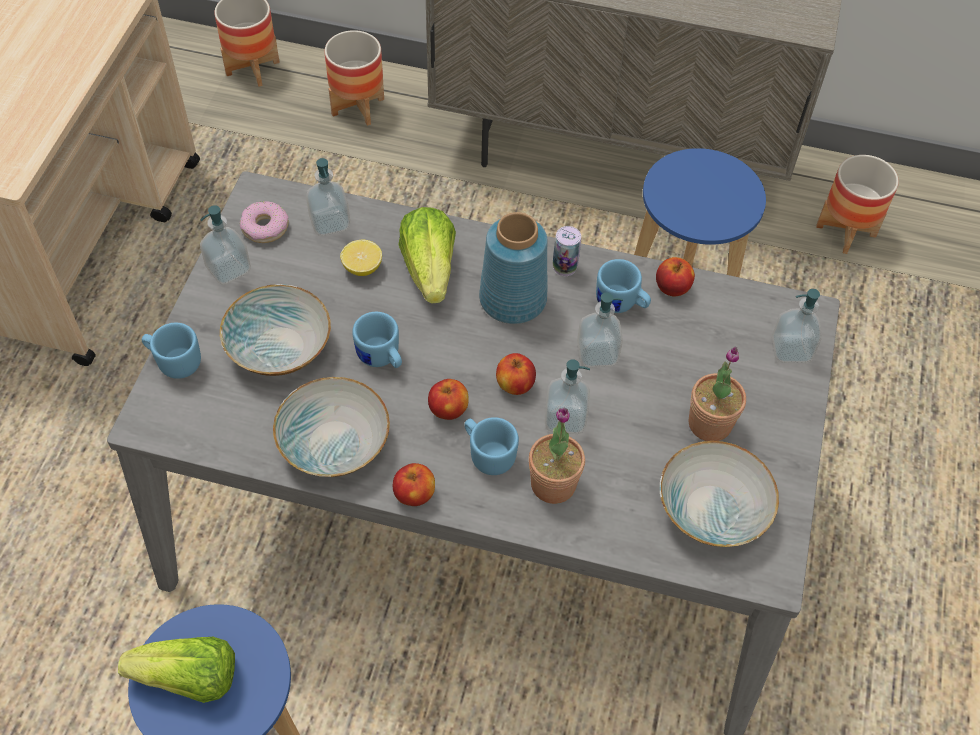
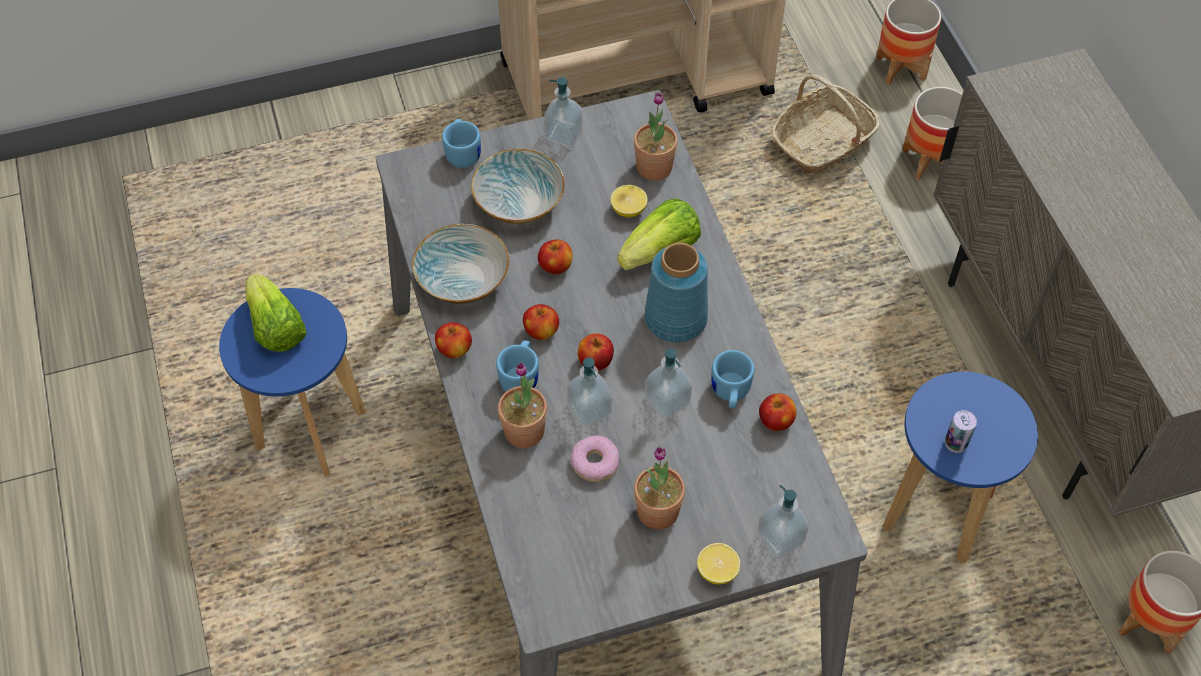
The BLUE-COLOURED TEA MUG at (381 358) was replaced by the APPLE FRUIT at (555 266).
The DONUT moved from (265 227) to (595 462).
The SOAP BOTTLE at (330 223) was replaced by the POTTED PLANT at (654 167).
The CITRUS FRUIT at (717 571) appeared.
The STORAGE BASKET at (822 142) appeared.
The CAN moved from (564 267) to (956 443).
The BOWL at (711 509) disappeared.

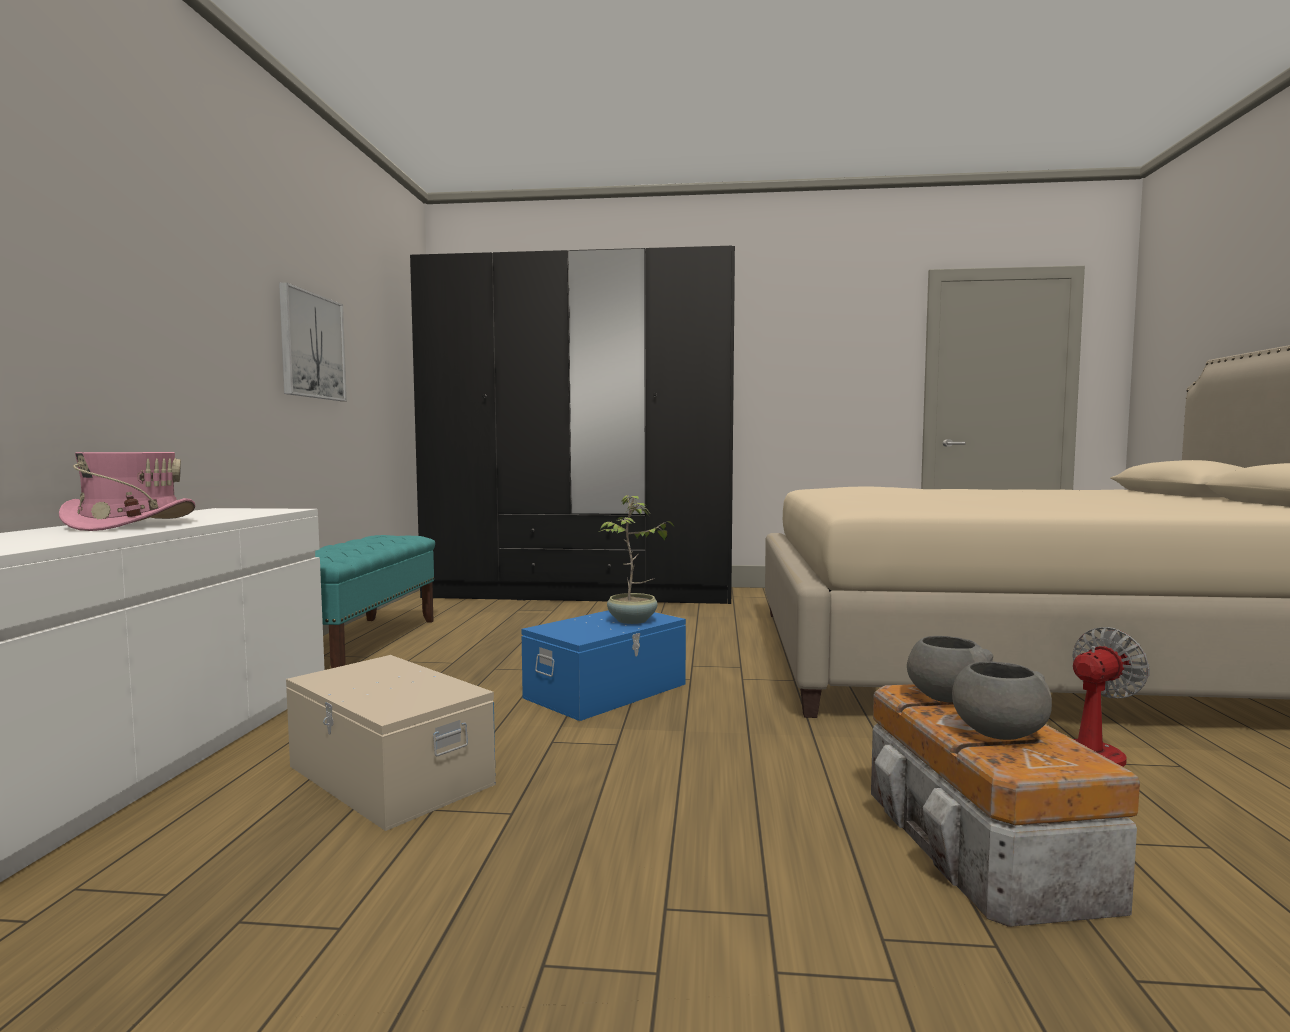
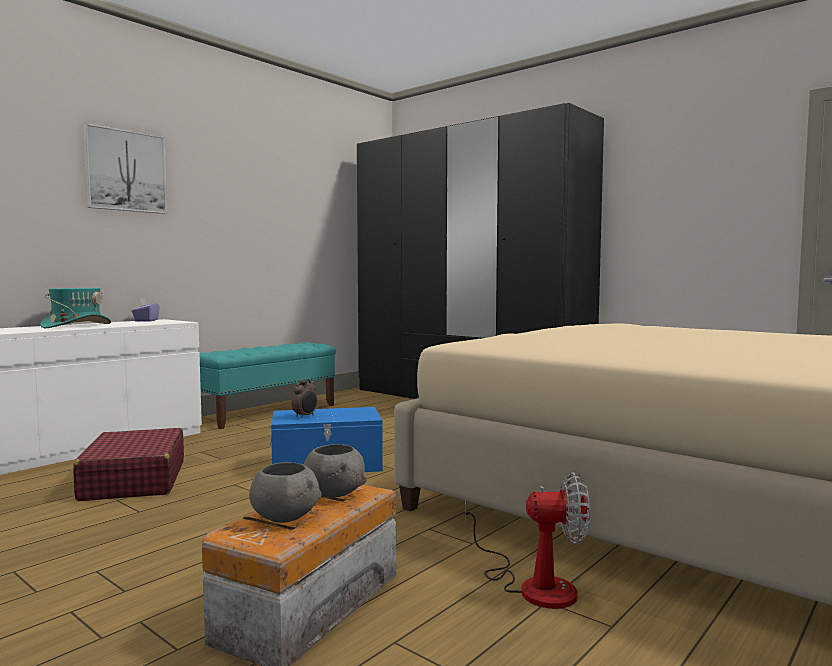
The PINK-COLOURED HAT at (131 524) became the TURQUOISE HAT at (76 326).
The BEIGE-COLOURED STORAGE BIN at (387 776) was replaced by the RED-COLOURED SUITCASE at (133 481).
The PICTURE moved from (311 346) to (126 171).
The PURPLE-COLOURED TISSUE HOLDER at (146 321) appeared.
The ALARM CLOCK at (305 416) appeared.
The POTTED PLANT at (633 621) disappeared.

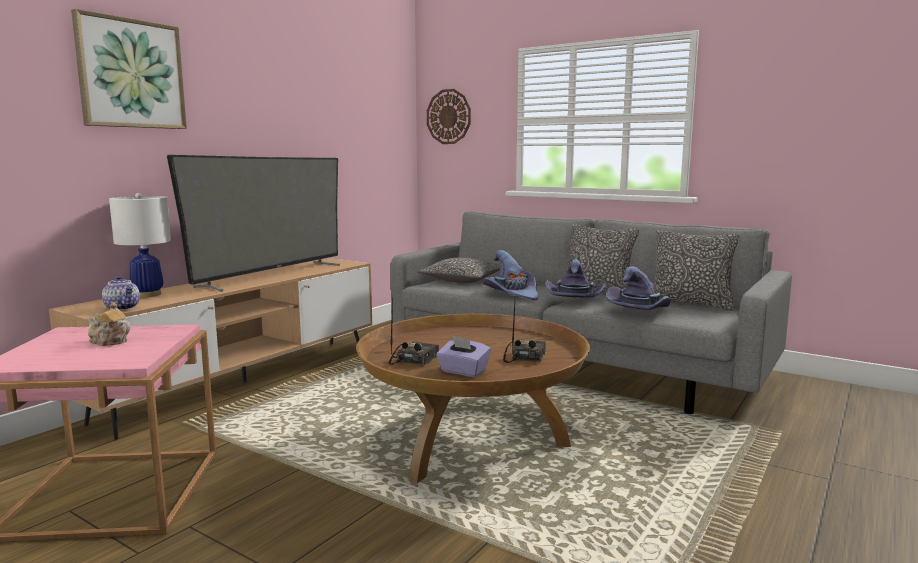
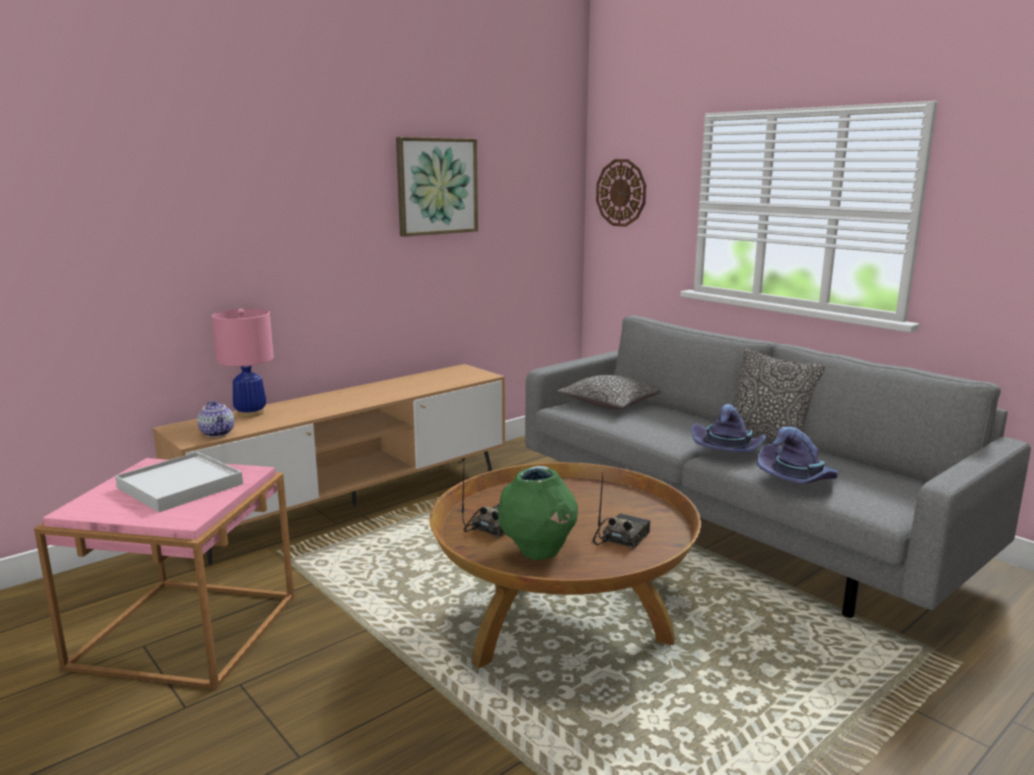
The POT FOR TEA at (108 342) was replaced by the WHITE-COLOURED SERVING TRAY at (180 486).
The WHITE-COLOURED TABLE LAMP at (148 294) became the PINK-COLOURED TABLE LAMP at (251 413).
The PICTURE moved from (131 74) to (436 186).
The PURPLE-COLOURED TISSUE HOLDER at (463 371) was replaced by the GREENISH VASE at (538 552).
The TELEVISION at (272 275) disappeared.
The PURPLE-COLOURED HAT at (511 294) disappeared.
The PILLOW at (690 304) disappeared.

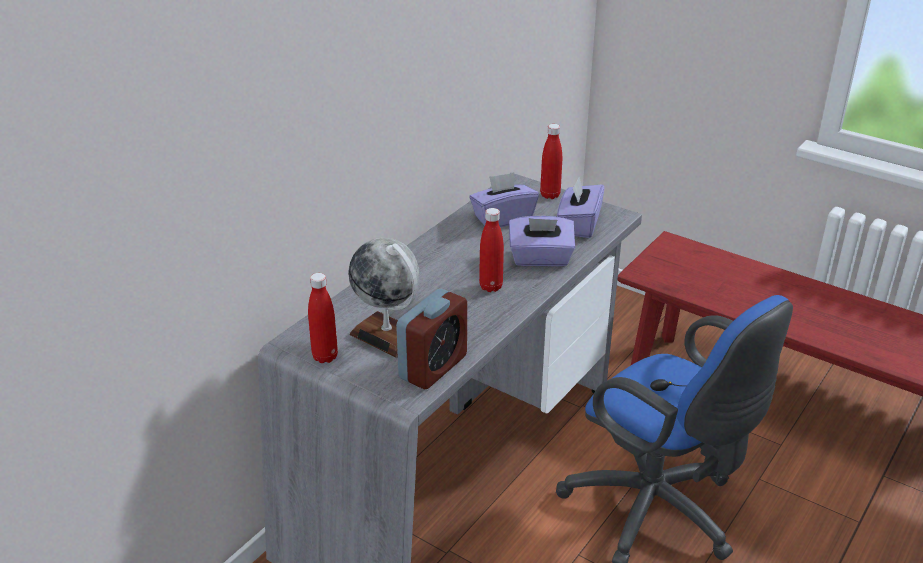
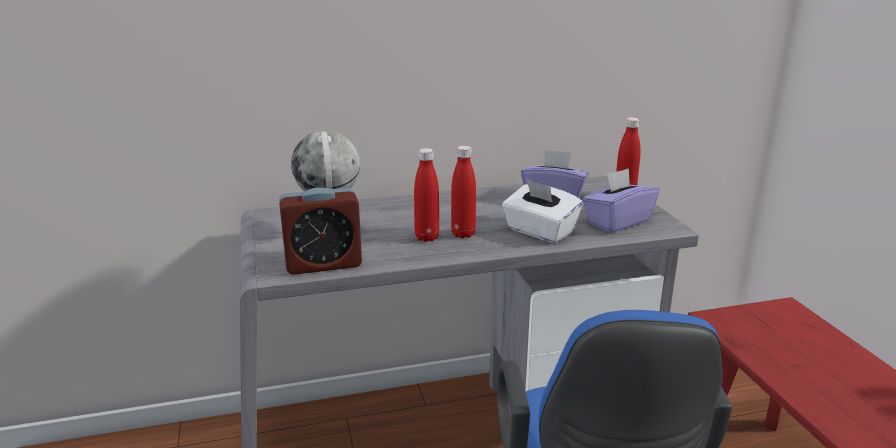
The RED-COLOURED BOTTLE moved from (325 357) to (427 237).
The PURPLE-COLOURED TISSUE HOLDER at (540 259) became the WHITE-COLOURED TISSUE HOLDER at (539 231).

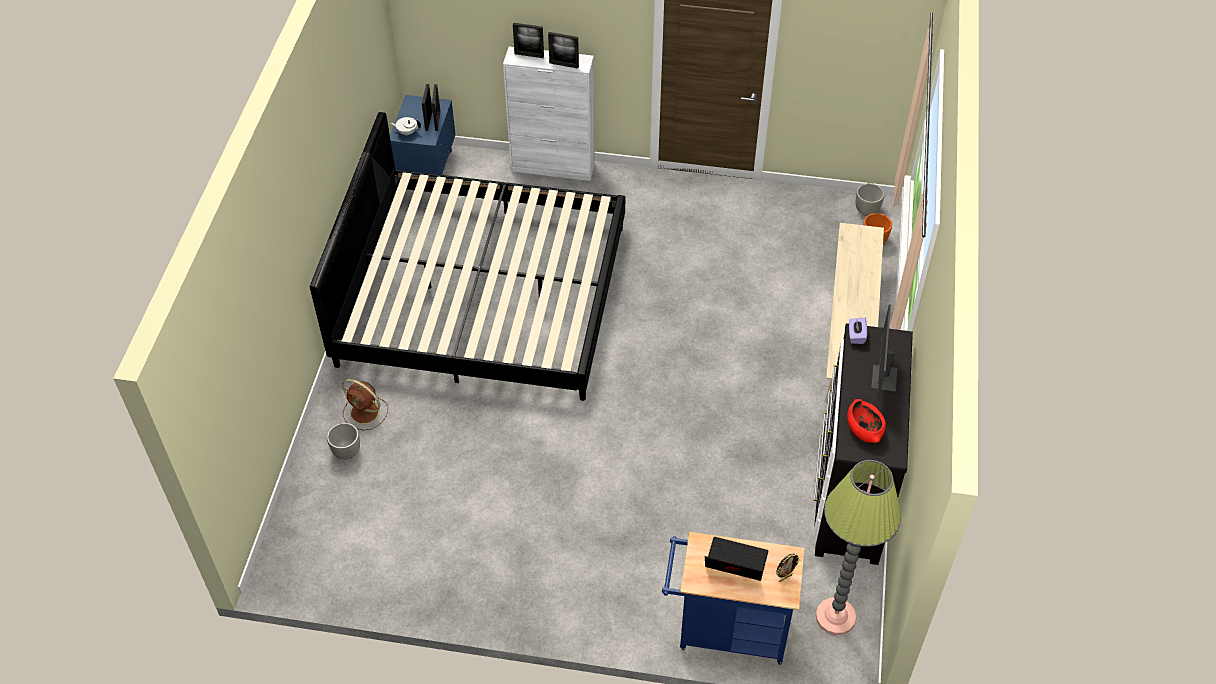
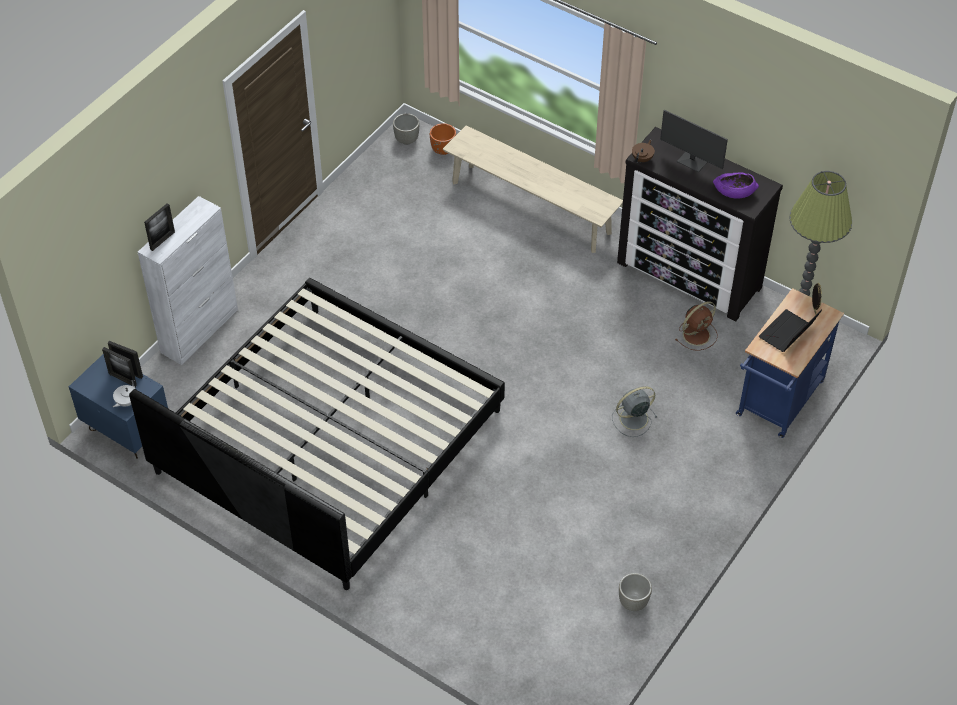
The GRAY ELECTRIC FAN at (632 419) appeared.
The GRAY PLANTER moved from (346 452) to (633 603).
The PURPLE-COLOURED TISSUE HOLDER at (856 336) was replaced by the BROWNISH POT FOR TEA at (642 159).
The BROWNISH ELECTRIC FAN moved from (366 413) to (697 334).
The RED-COLOURED BOWL at (864 428) became the PURPLE-COLOURED BOWL at (734 192).
The STANDING FRAME at (564 65) disappeared.

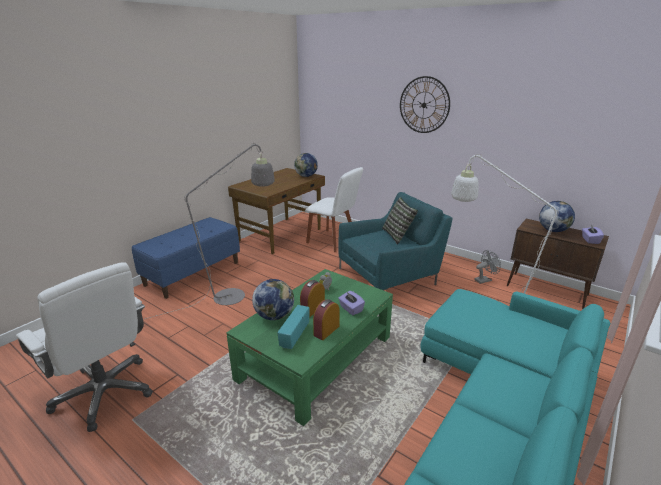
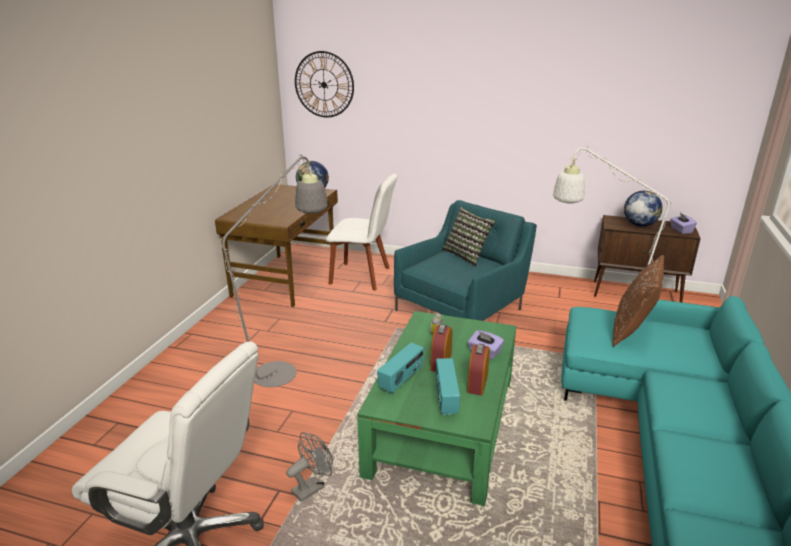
The GRAY ELECTRIC FAN moved from (484 280) to (312 487).
The CLOCK ON THE WALL moved from (424 105) to (324 84).
The DESK GLOBE at (274 316) was replaced by the RADIO RECEIVER at (401 380).
The BROWNISH PILLOW at (632 331) appeared.
The BLUE-COLOURED BENCH at (193 273) disappeared.

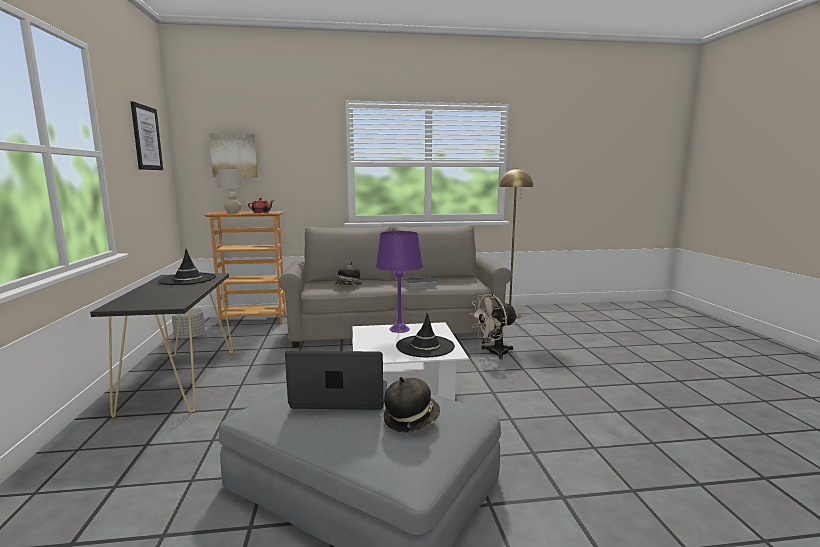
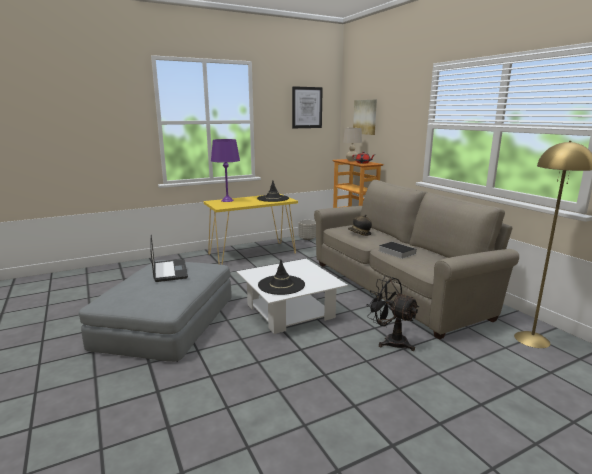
The BLACK NARROW TABLE at (181 380) became the YELLOW-COLOURED NARROW TABLE at (252 254).
The PURPLE-COLOURED TABLE LAMP moved from (399 329) to (227 200).
The BEIGE-COLOURED ELECTRIC FAN at (493 353) became the BLACK ELECTRIC FAN at (390 341).
The HAT at (411 419) disappeared.

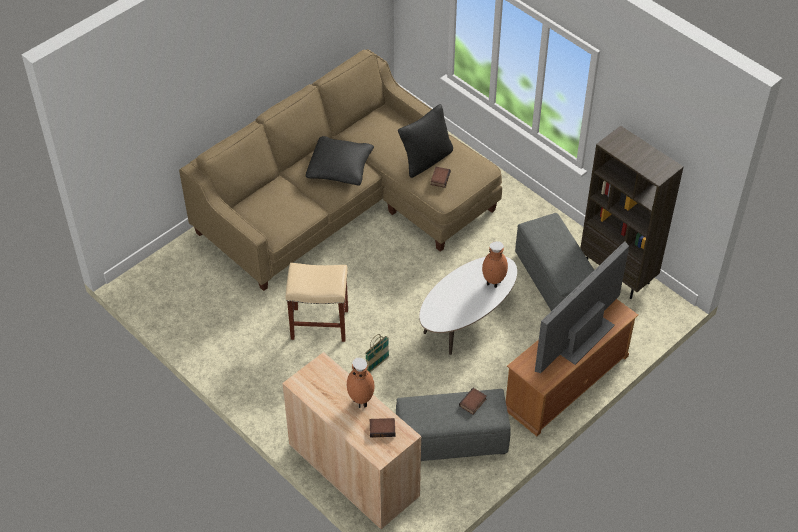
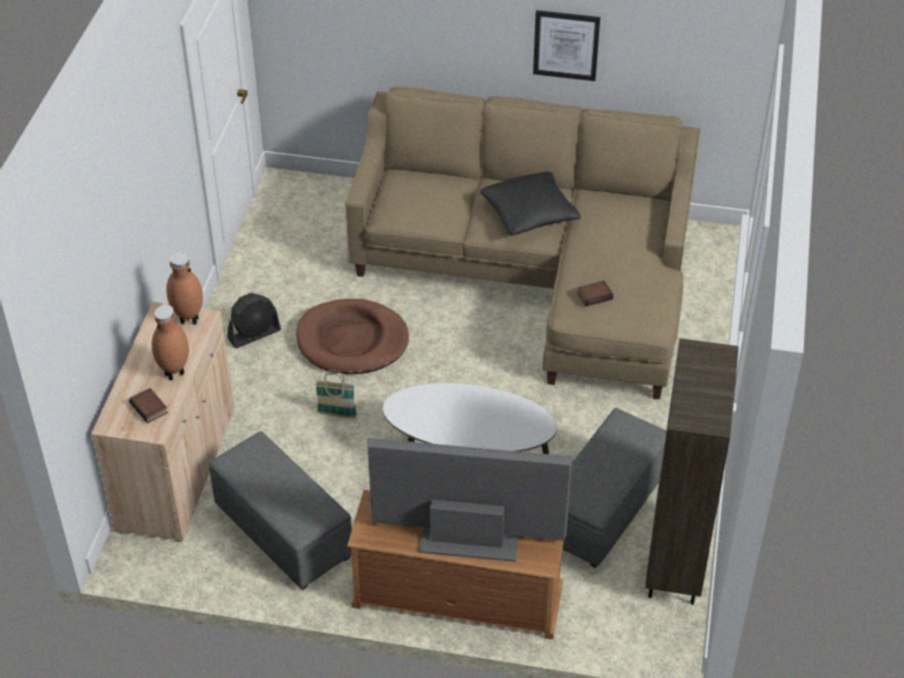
The BROWNISH VASE moved from (493 283) to (188 320).
The BLACK ELECTRIC FAN at (254 334) appeared.
The BEIGE-COLOURED SITTING STOOL at (320 324) was replaced by the BROWNISH DOG BED at (352 341).
The PICTURE at (566 45) appeared.
The BLACK PILLOW at (426 160) disappeared.
The BOUND BOOK at (473 403) disappeared.

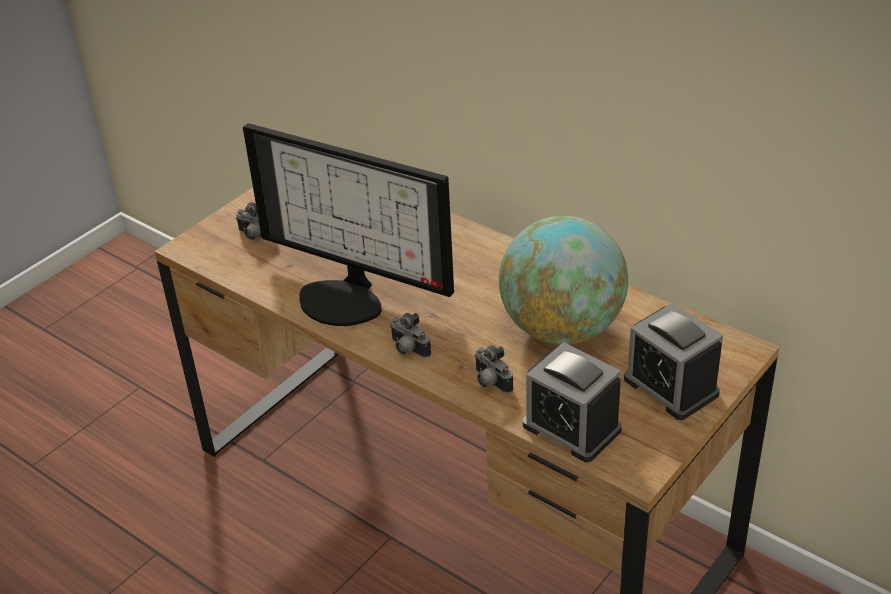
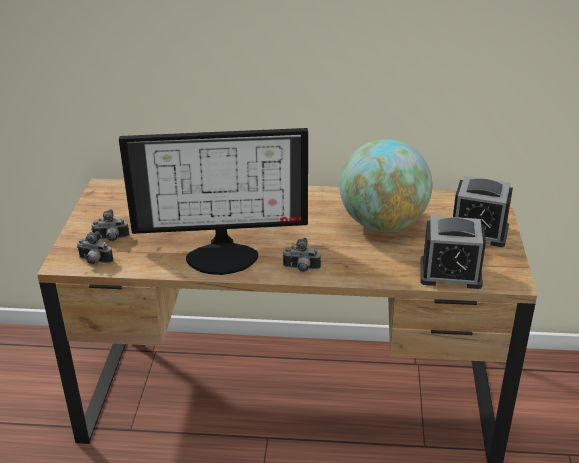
The STILL CAMERA moved from (490 383) to (94 261).

